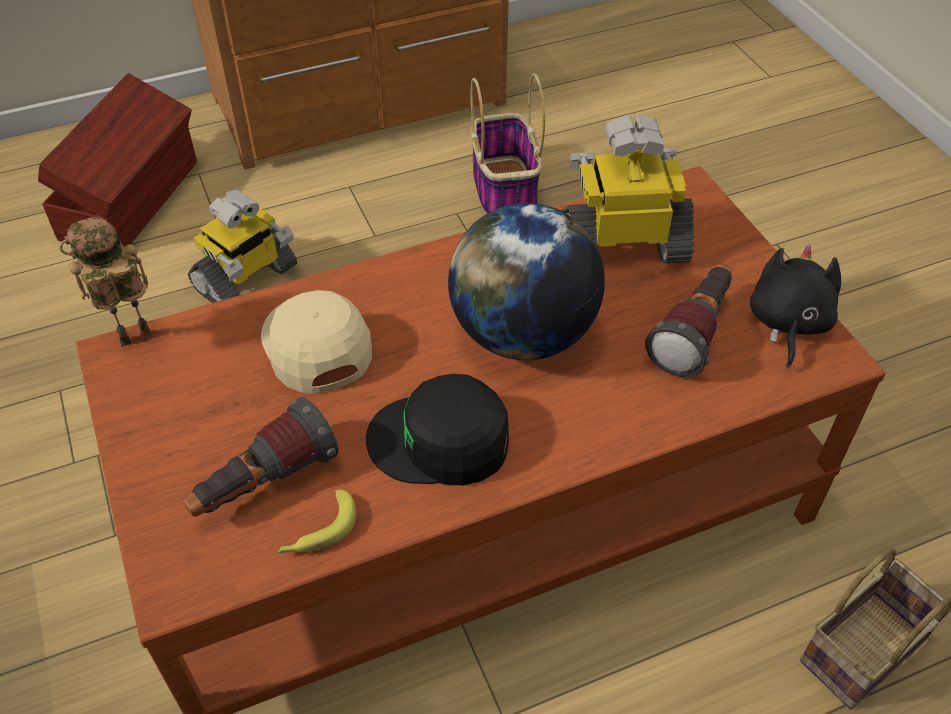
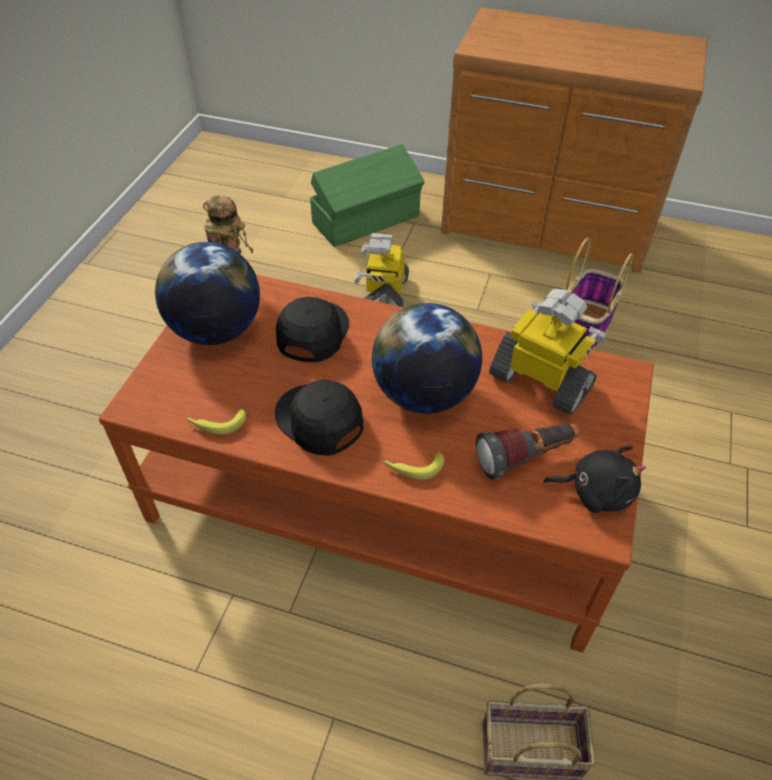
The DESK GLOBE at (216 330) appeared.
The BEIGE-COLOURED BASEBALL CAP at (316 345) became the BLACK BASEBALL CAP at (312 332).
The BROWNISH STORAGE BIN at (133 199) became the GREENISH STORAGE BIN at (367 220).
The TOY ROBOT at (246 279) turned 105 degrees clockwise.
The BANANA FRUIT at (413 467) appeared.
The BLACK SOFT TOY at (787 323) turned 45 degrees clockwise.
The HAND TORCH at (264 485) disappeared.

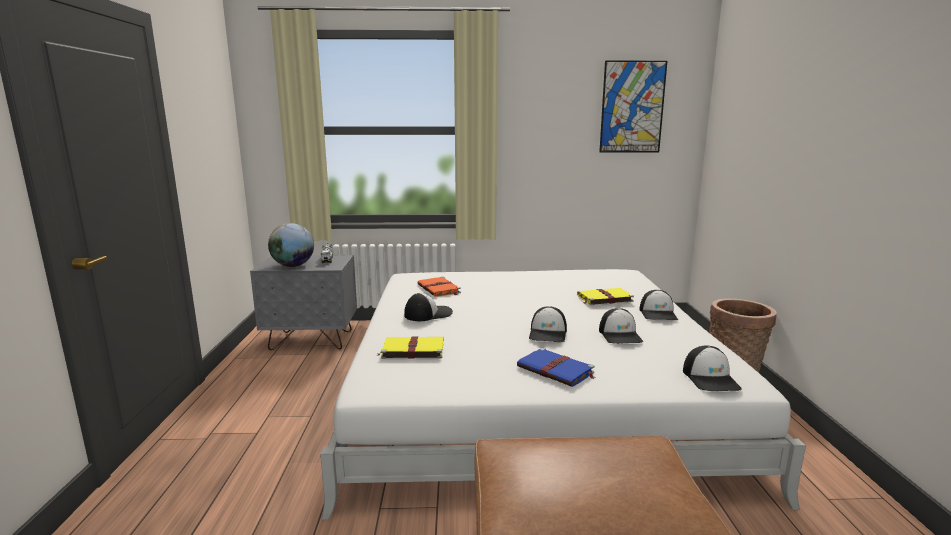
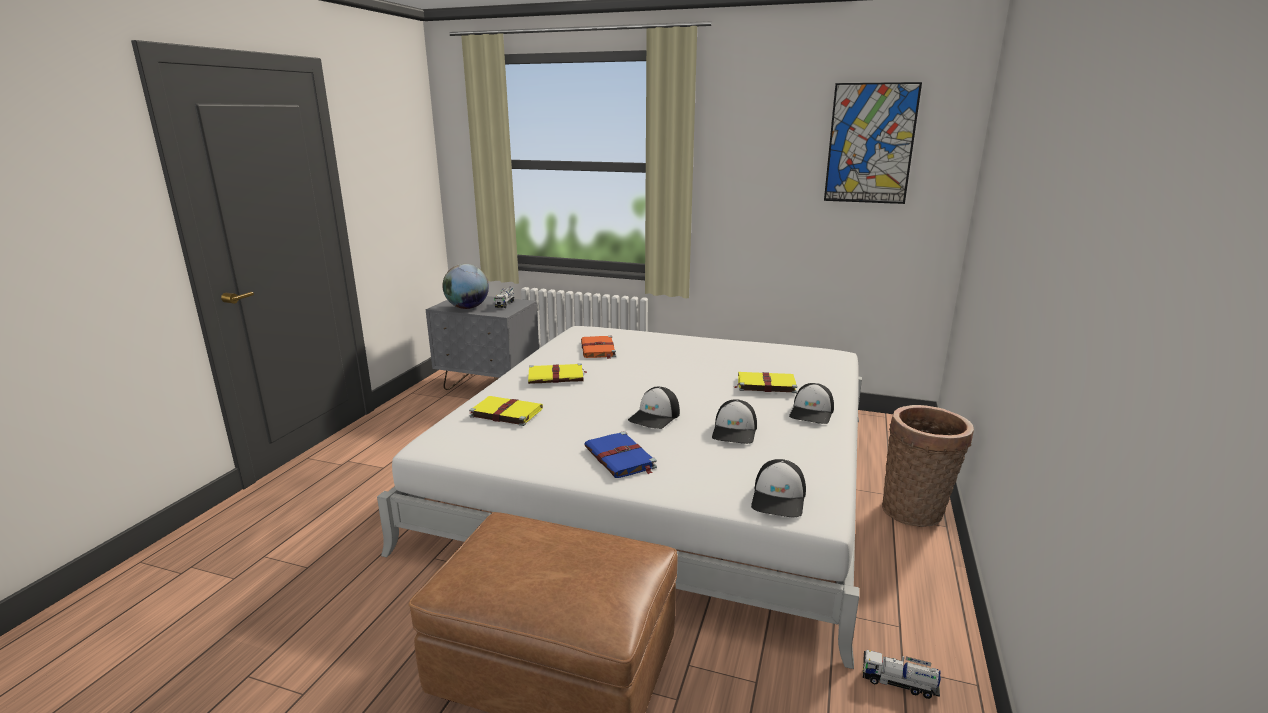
The BASEBALL CAP at (428 314) was replaced by the YELLOW-COLOURED BOUND BOOK at (557 376).
The MODEL TRUCK at (899 683) appeared.

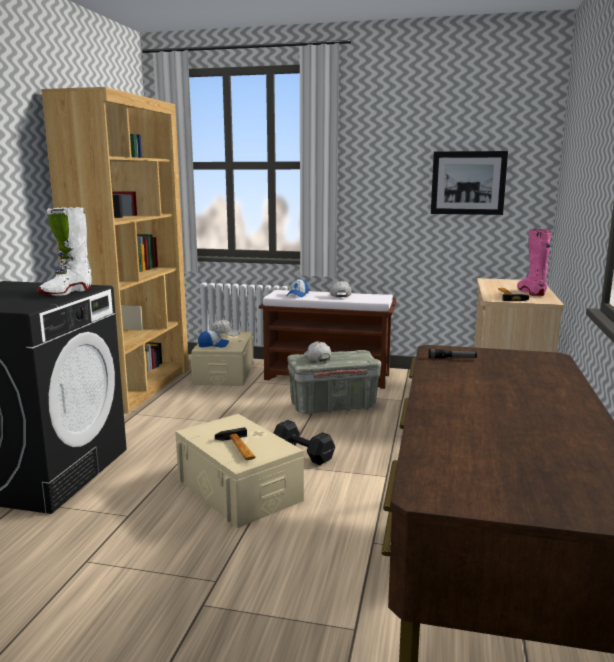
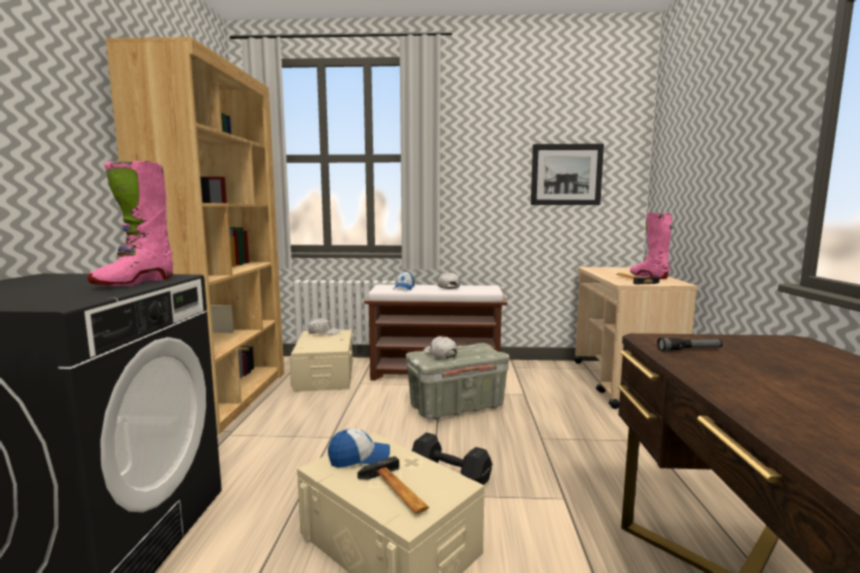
The WHITE-COLOURED TALL BOOT at (66 292) became the PINK-COLOURED TALL BOOT at (134 283).
The BASEBALL CAP moved from (213 345) to (359 458).

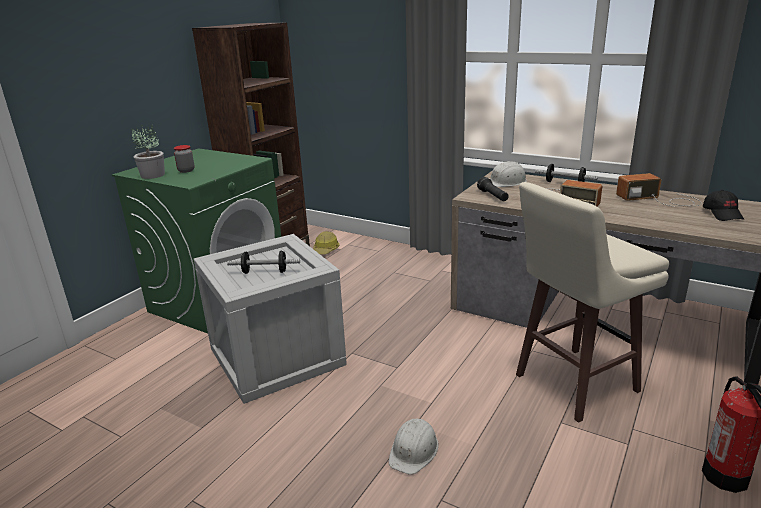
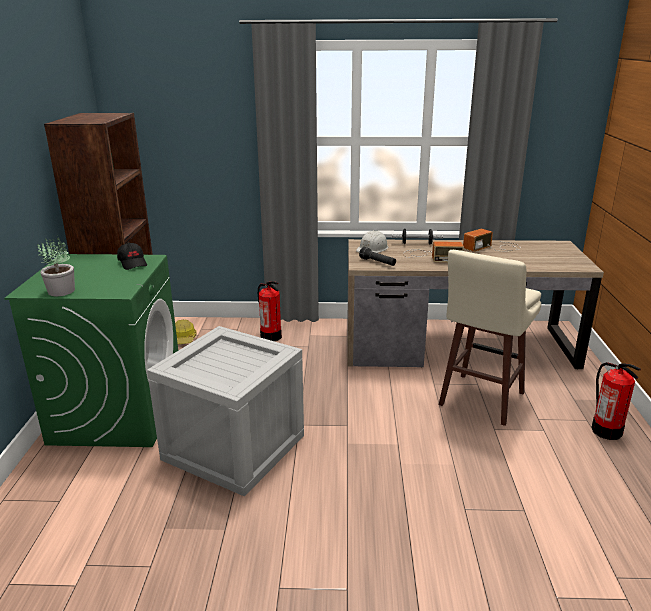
The BLACK BASEBALL CAP moved from (722 214) to (133 263).
The FIRE-FIGHTING CYLINDER at (271 336) appeared.
The JAR at (186 170) disappeared.
The HAND WEIGHT at (265 272) disappeared.
The WHITE-COLOURED HARD HAT at (414 450) disappeared.

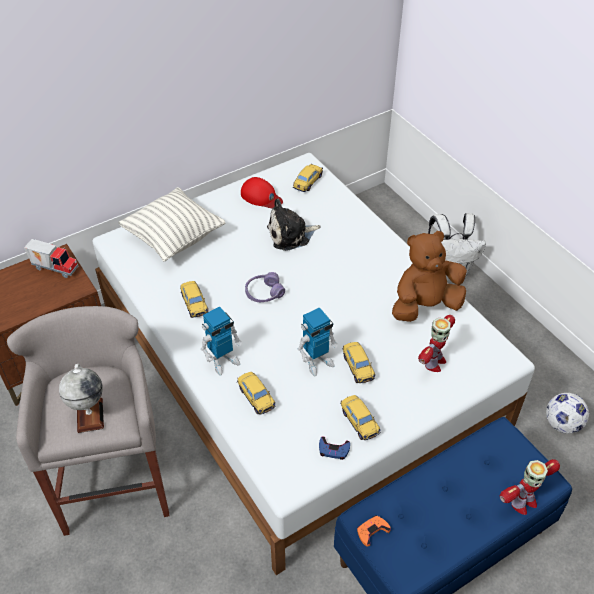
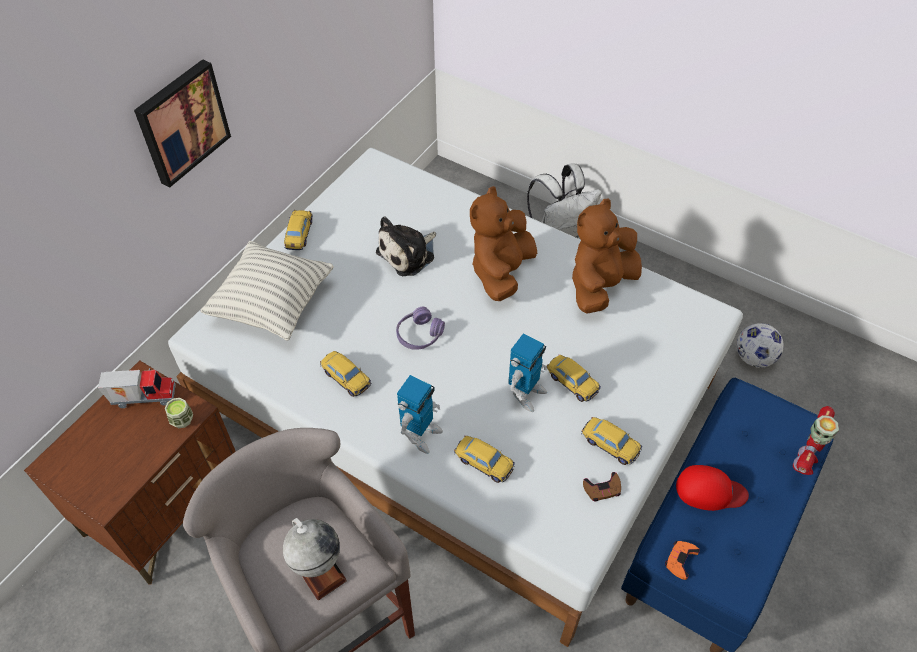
The PICTURE at (181 122) appeared.
The SMALL CUP at (182 420) appeared.
The TOY CAR moved from (307 182) to (299 235).
The BROWNISH SOFT TOY at (501 272) appeared.
The BLUE-COLOURED GAMEPAD at (333 450) became the BROWNISH GAMEPAD at (602 488).
The RED-COLOURED BASEBALL CAP moved from (261 196) to (710 490).
The TOY ROBOT at (434 363) disappeared.

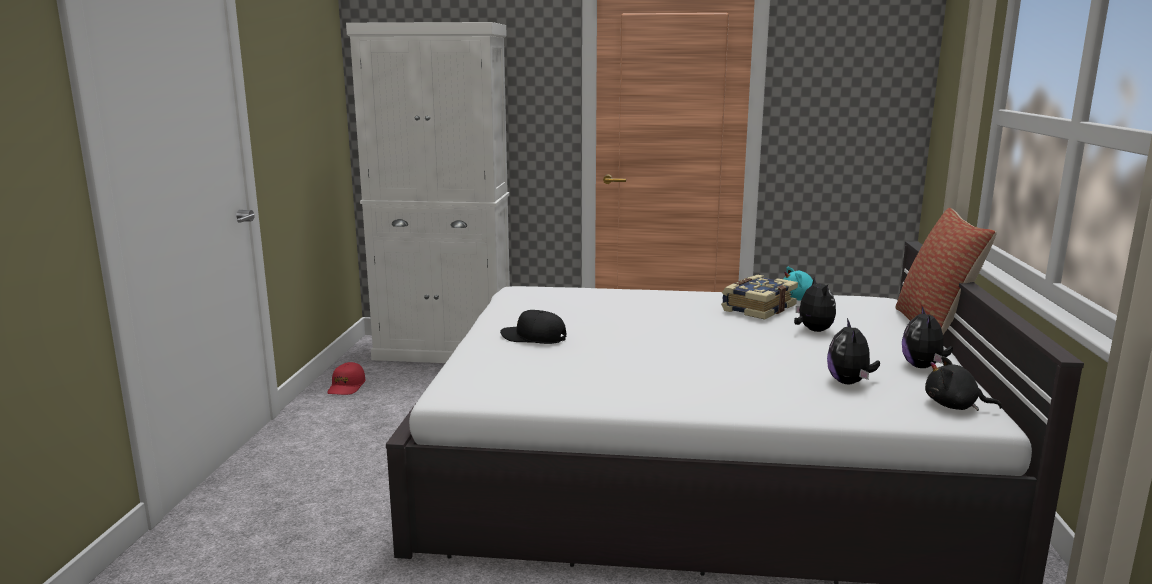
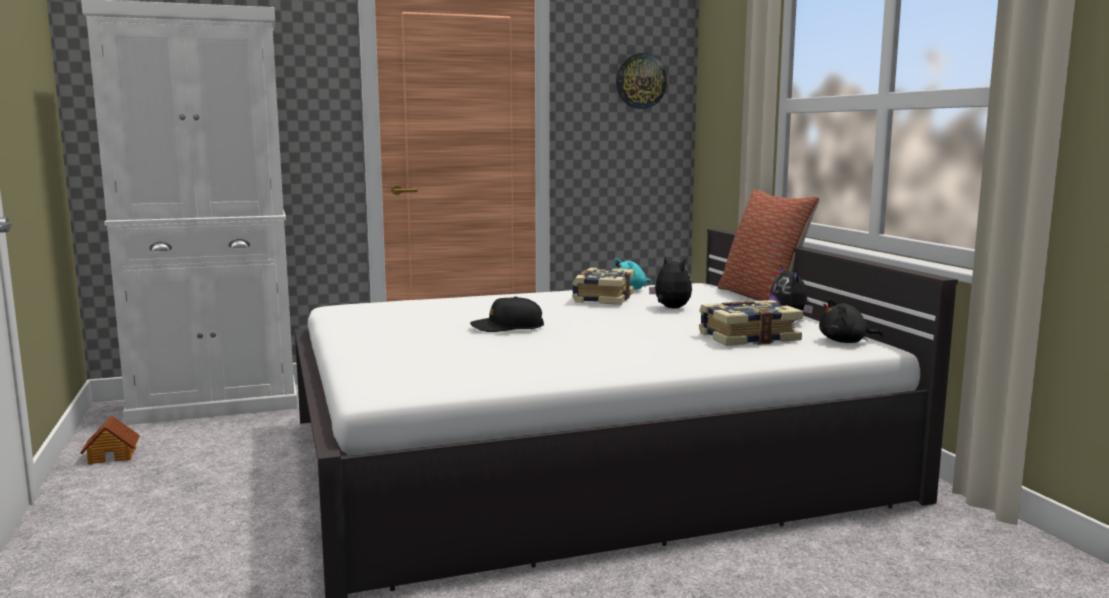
The RED-COLOURED BASEBALL CAP at (346 387) was replaced by the TOY HOUSE at (112 455).
The BLACK BASEBALL CAP moved from (533 337) to (507 327).
The CLOCK ON THE WALL at (640 81) appeared.
The SOFT TOY at (849 382) was replaced by the BOUND BOOK at (747 337).

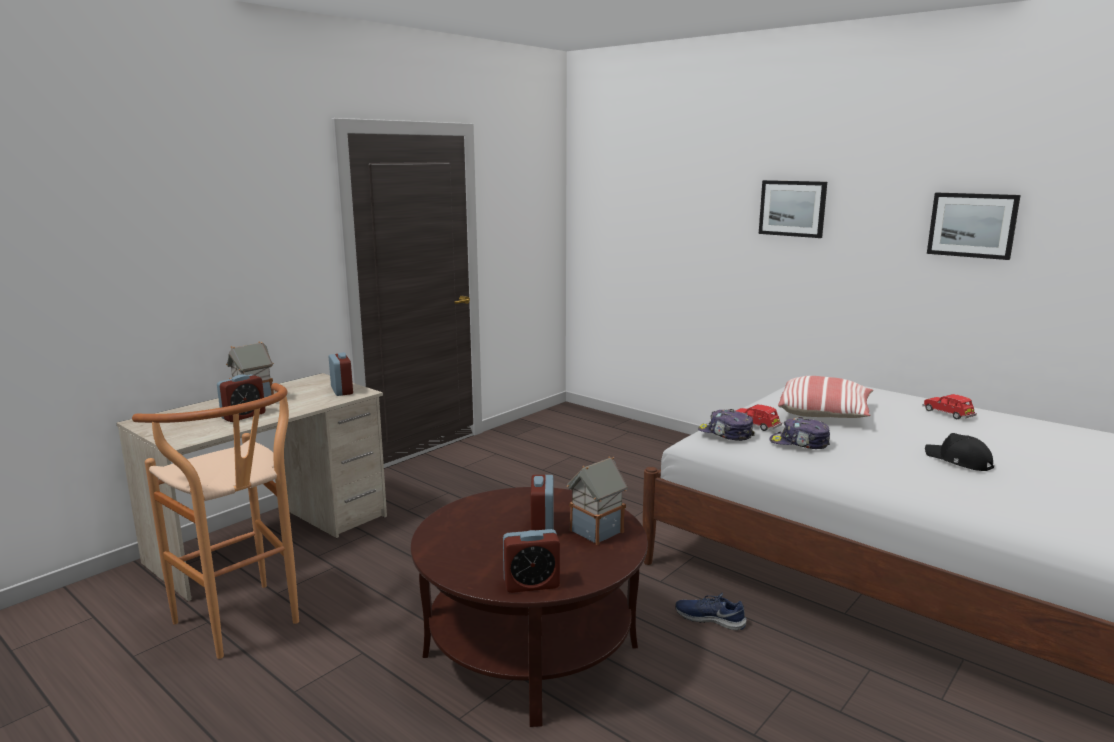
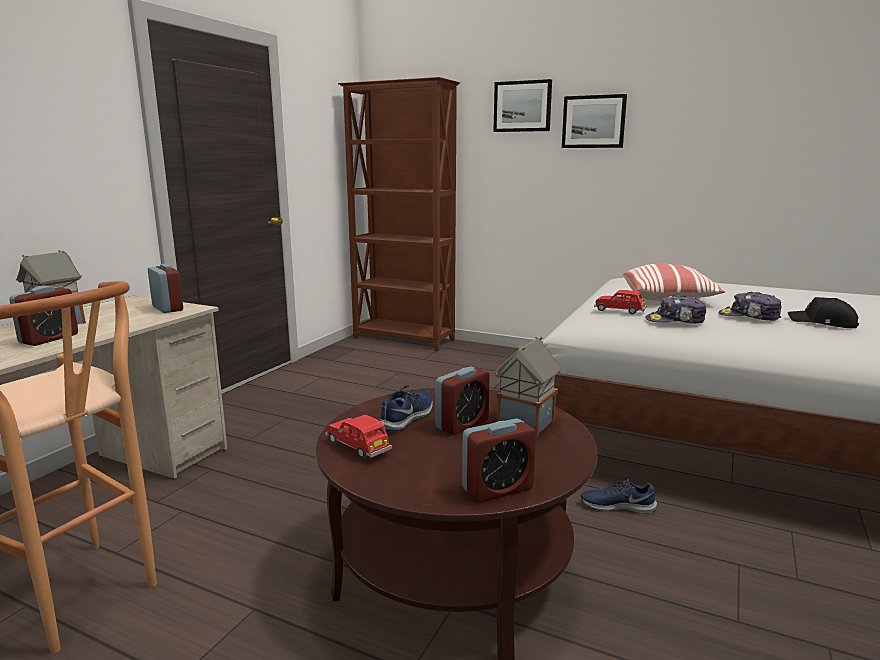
The RED-COLOURED TOY CAR moved from (948 414) to (358 447).
The BROWNISH BOOKSHELF at (404 339) appeared.
The BLUE-COLOURED ITEM OF FOOTWEAR at (408 417) appeared.
The ALARM CLOCK at (542 525) turned 120 degrees counterclockwise.
The PICTURE moved from (972 225) to (522 106).
The BASEBALL CAP moved from (725 434) to (749 317).

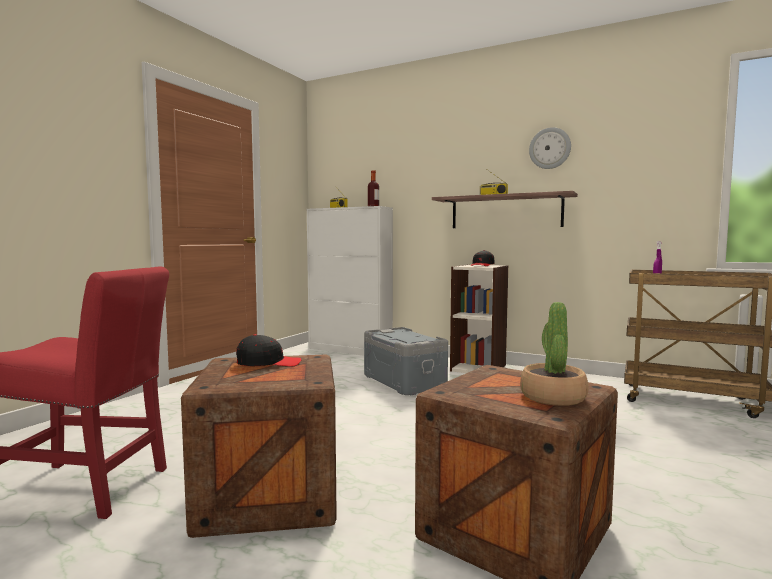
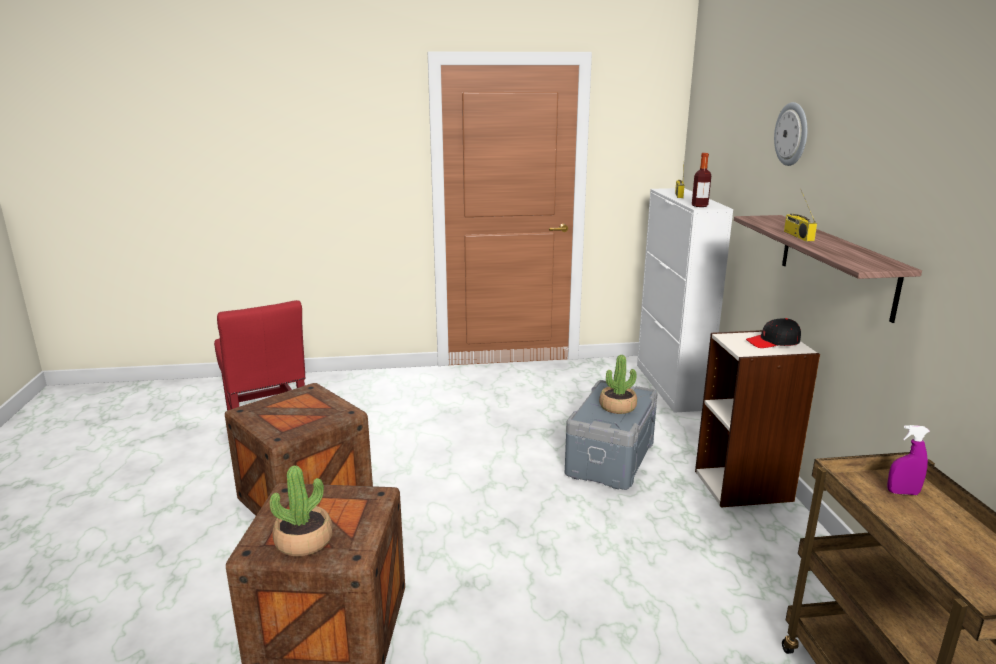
The POTTED PLANT at (617 407) appeared.
The CLOCK ON THE WALL moved from (550 148) to (792 134).
The BLACK BASEBALL CAP at (268 363) disappeared.

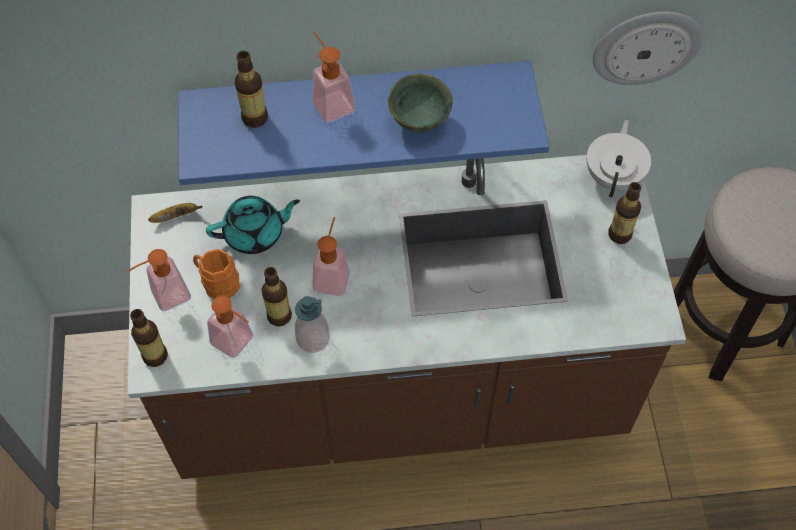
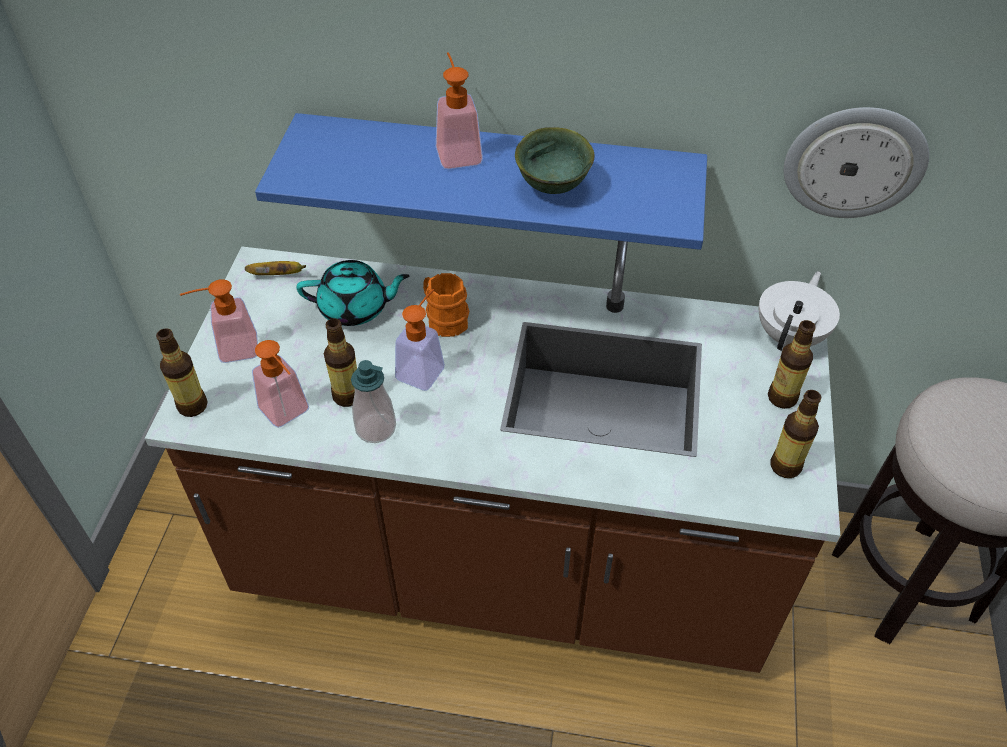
The ORANGEY TEA MUG moved from (217 283) to (444 319).
The BOTTLE moved from (254 118) to (785 466).

